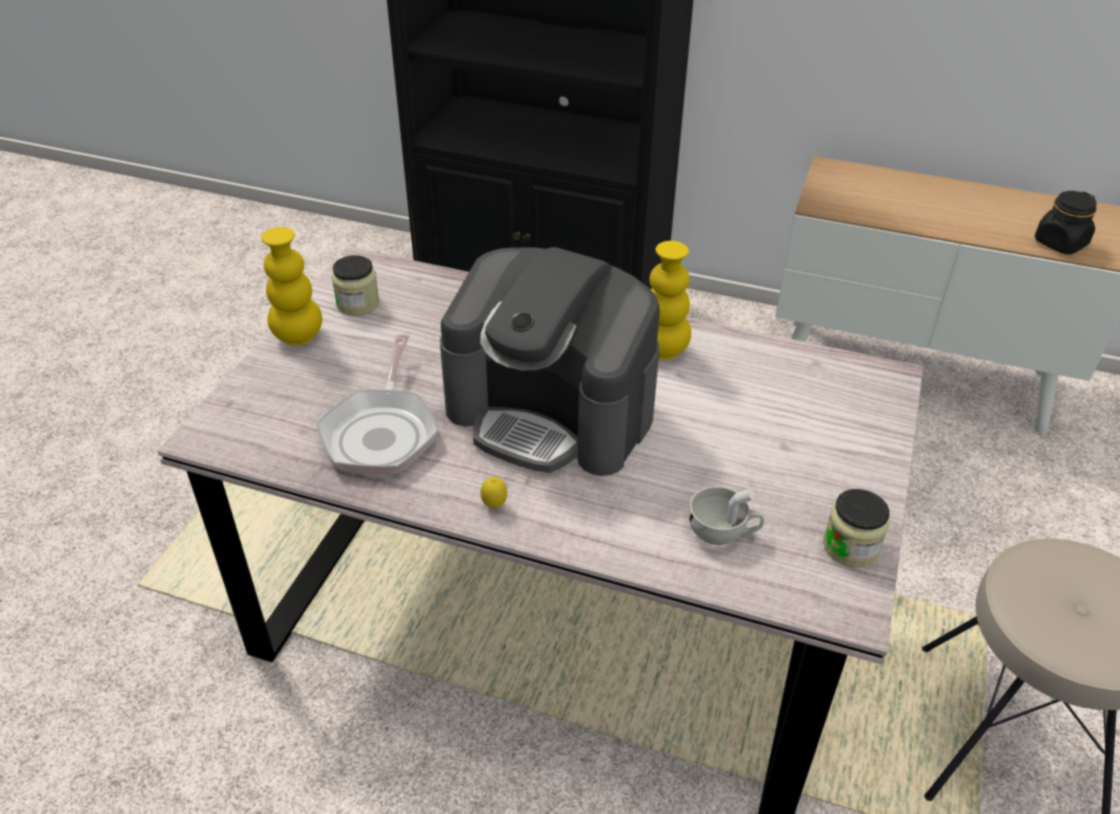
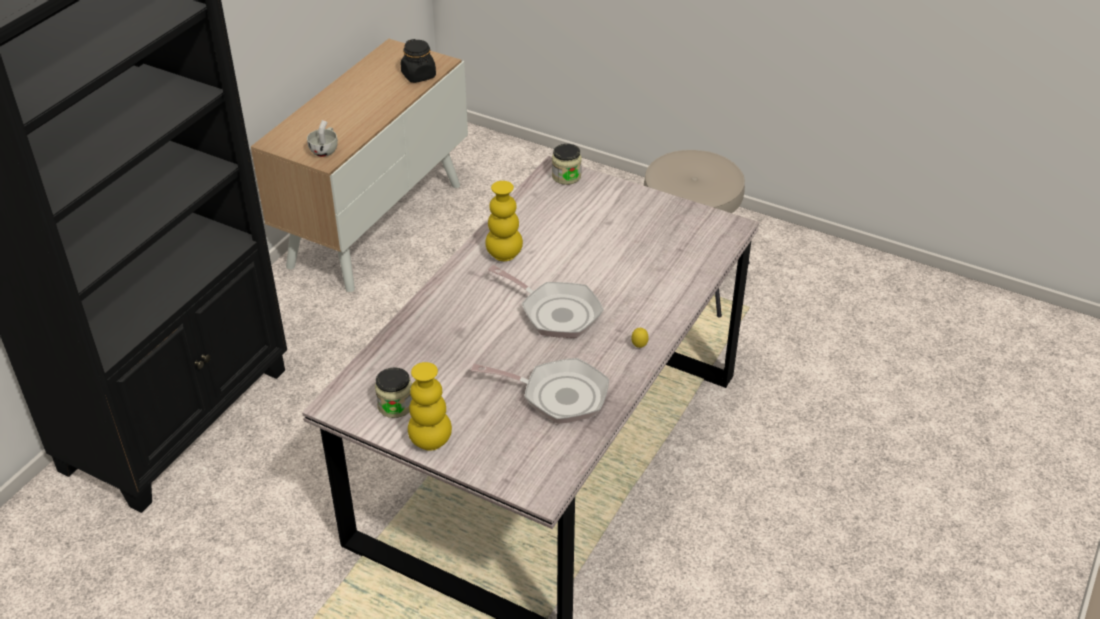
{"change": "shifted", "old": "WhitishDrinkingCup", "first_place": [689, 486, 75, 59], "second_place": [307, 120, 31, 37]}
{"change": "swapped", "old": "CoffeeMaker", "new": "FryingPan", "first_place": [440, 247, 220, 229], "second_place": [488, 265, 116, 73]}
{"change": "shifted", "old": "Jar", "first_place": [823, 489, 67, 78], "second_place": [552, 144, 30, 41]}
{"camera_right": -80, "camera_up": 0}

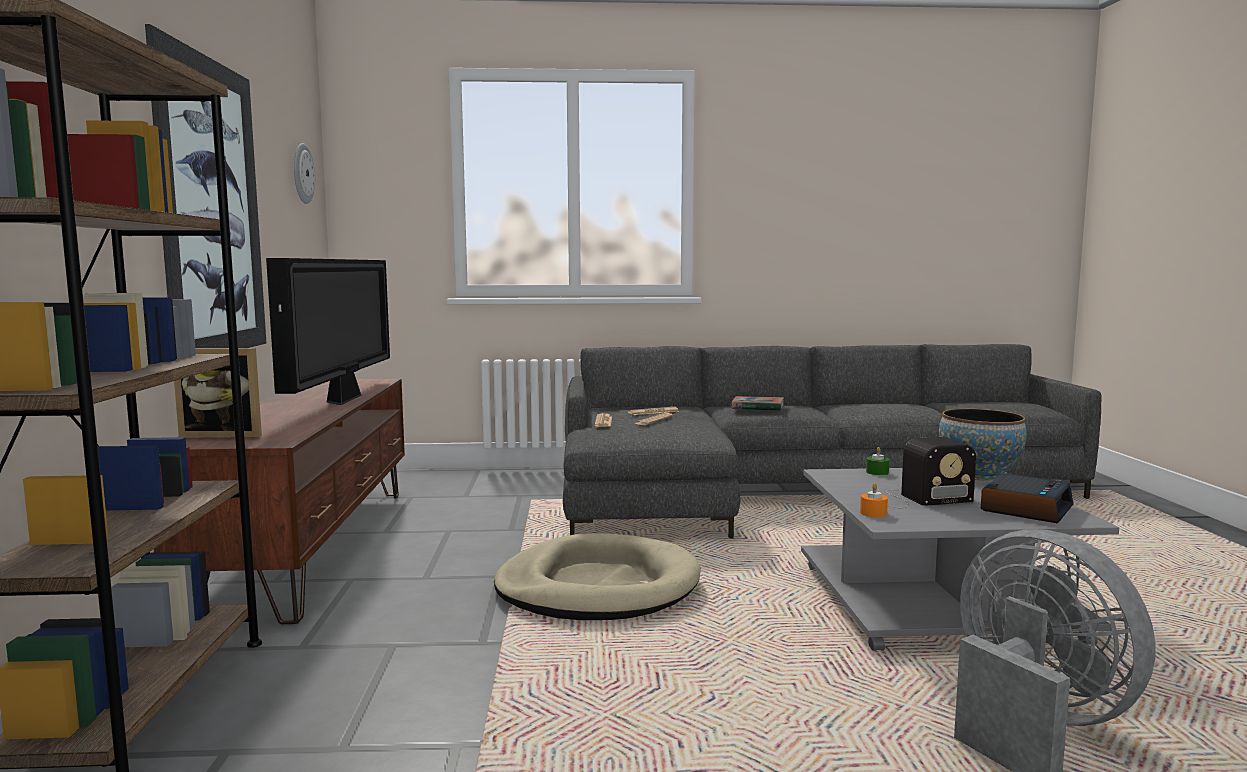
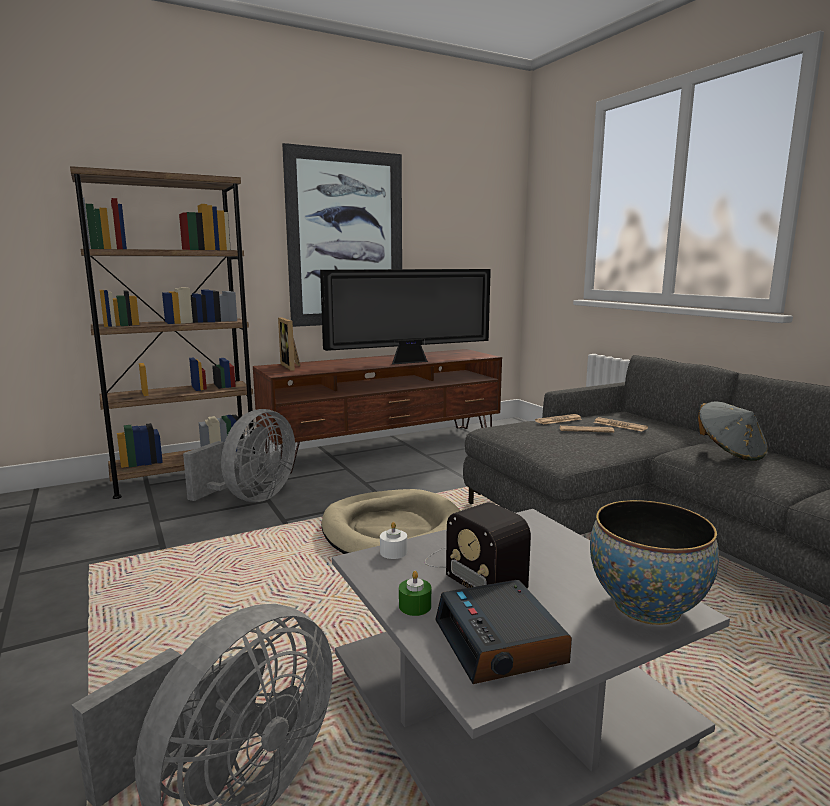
{"change": "new", "new": "GreyElectricFan", "second_place": [183, 409, 112, 93]}
{"change": "repainted", "old": "OrangeColouredCandle", "new": "WhitishCandle", "first_place": [860, 483, 28, 34], "second_place": [380, 522, 27, 37]}
{"change": "shifted", "old": "GreenishCandle", "first_place": [866, 447, 23, 28], "second_place": [399, 571, 32, 45]}
{"change": "rotated", "old": "AlarmClock", "first_place": [981, 473, 92, 50], "second_place": [435, 580, 137, 104], "degrees": 60}
{"change": "swapped", "old": "Book", "new": "GreyWearableHat", "first_place": [731, 396, 53, 15], "second_place": [698, 401, 70, 60]}
{"change": "gone", "old": "HangingClock", "first_place": [294, 143, 21, 61]}
{"camera_right": 65, "camera_up": 5}

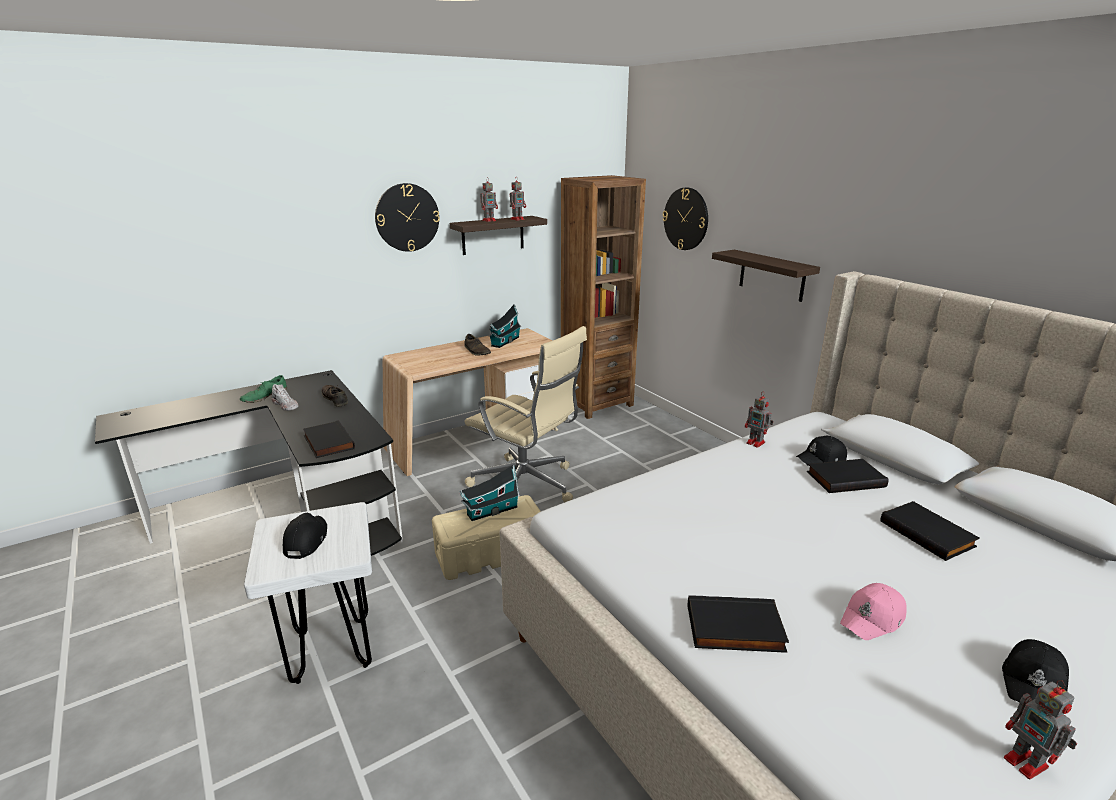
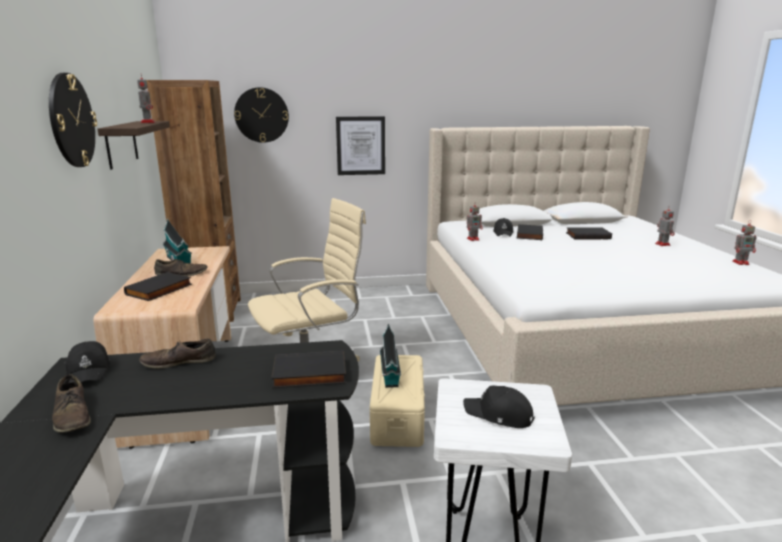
{"change": "repainted", "old": "GreenishLowShoe", "new": "BrownColouredLowShoe", "first_place": [240, 375, 47, 28], "second_place": [52, 374, 39, 59]}
{"change": "shifted", "old": "BlackColouredBaseballCap", "first_place": [1002, 639, 67, 63], "second_place": [66, 341, 44, 41]}
{"change": "shifted", "old": "BlackColouredBook", "first_place": [688, 595, 101, 58], "second_place": [124, 272, 68, 29]}
{"change": "swapped", "old": "Shelf", "new": "WallPicture", "first_place": [712, 250, 108, 52], "second_place": [336, 116, 49, 59]}
{"change": "shifted", "old": "RobotFigure", "first_place": [480, 178, 18, 44], "second_place": [655, 207, 20, 39]}
{"change": "gone", "old": "WhitishLowShoe", "first_place": [272, 384, 26, 27]}
{"change": "gone", "old": "PinkBaseballCap", "first_place": [840, 583, 67, 57]}
{"camera_right": -65, "camera_up": -5}

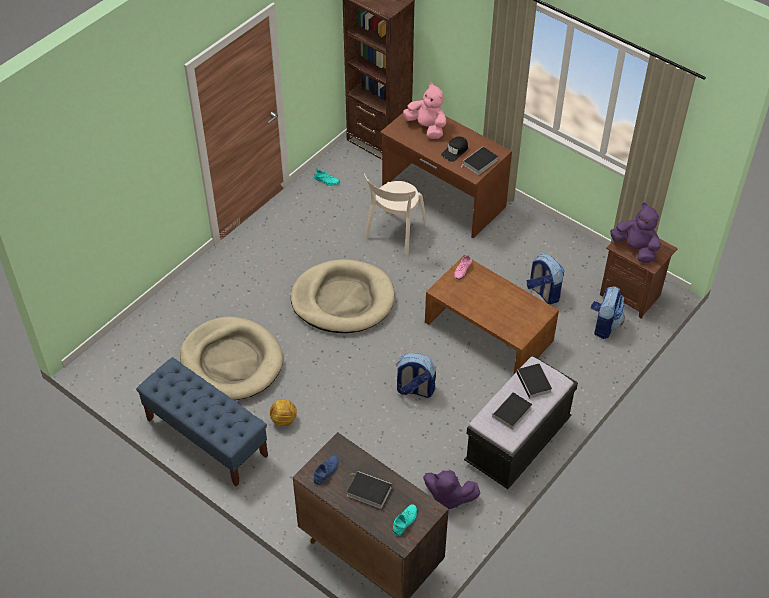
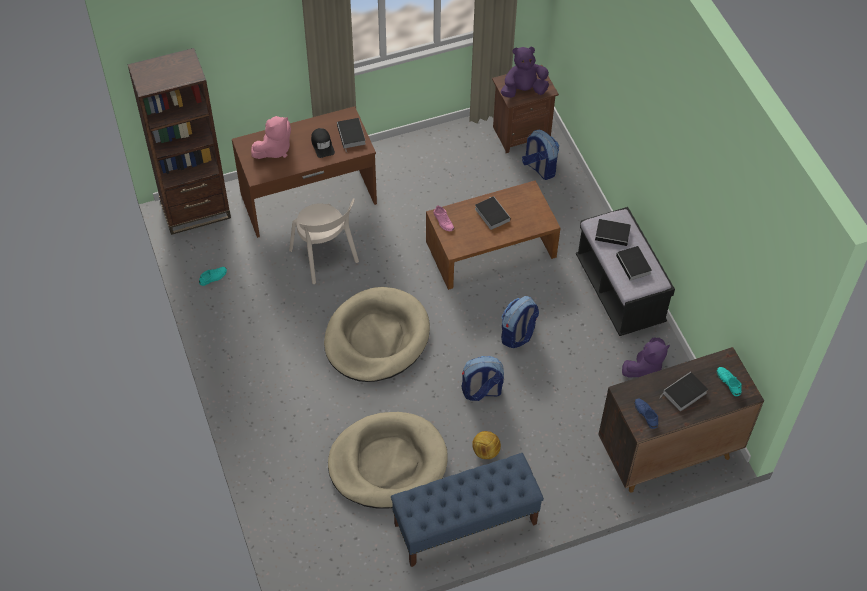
{"change": "rotated", "old": "PinkCuddlyToy", "first_place": [403, 82, 43, 57], "second_place": [251, 116, 40, 43], "degrees": 150}
{"change": "shifted", "old": "Rucksack", "first_place": [527, 254, 37, 51], "second_place": [462, 356, 42, 45]}
{"change": "new", "new": "Book", "second_place": [475, 196, 36, 34]}
{"camera_right": -60, "camera_up": 5}

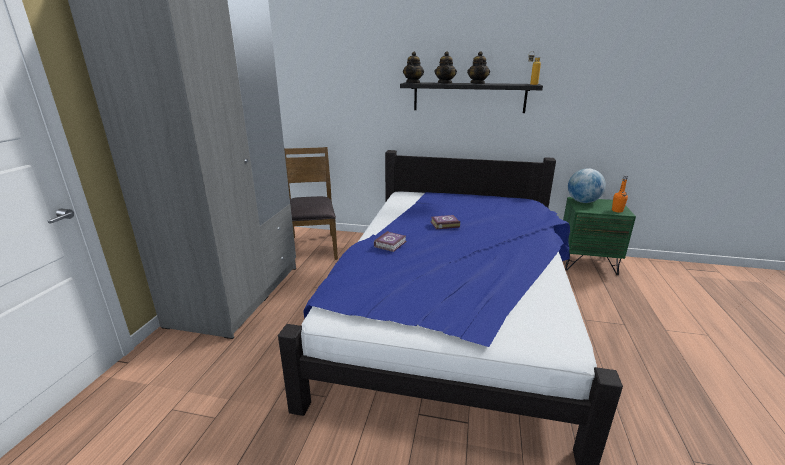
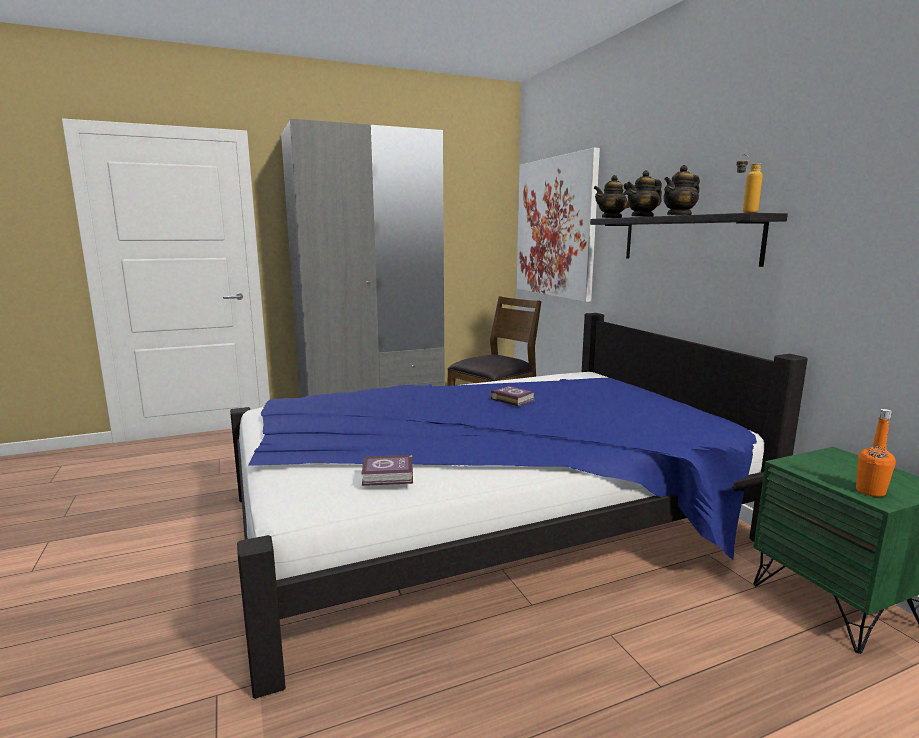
{"change": "shifted", "old": "Book", "first_place": [374, 231, 33, 21], "second_place": [361, 455, 52, 31]}
{"change": "new", "new": "WallPicture", "second_place": [517, 148, 83, 154]}
{"change": "gone", "old": "Globe", "first_place": [568, 168, 38, 35]}
{"camera_right": 55, "camera_up": -10}

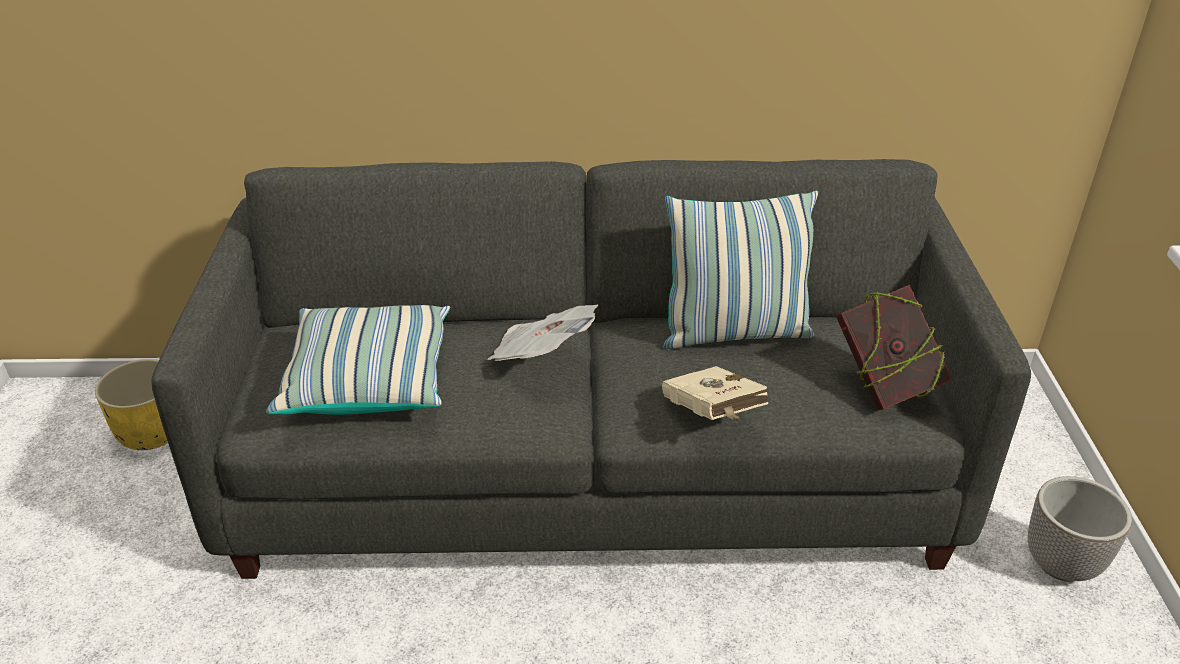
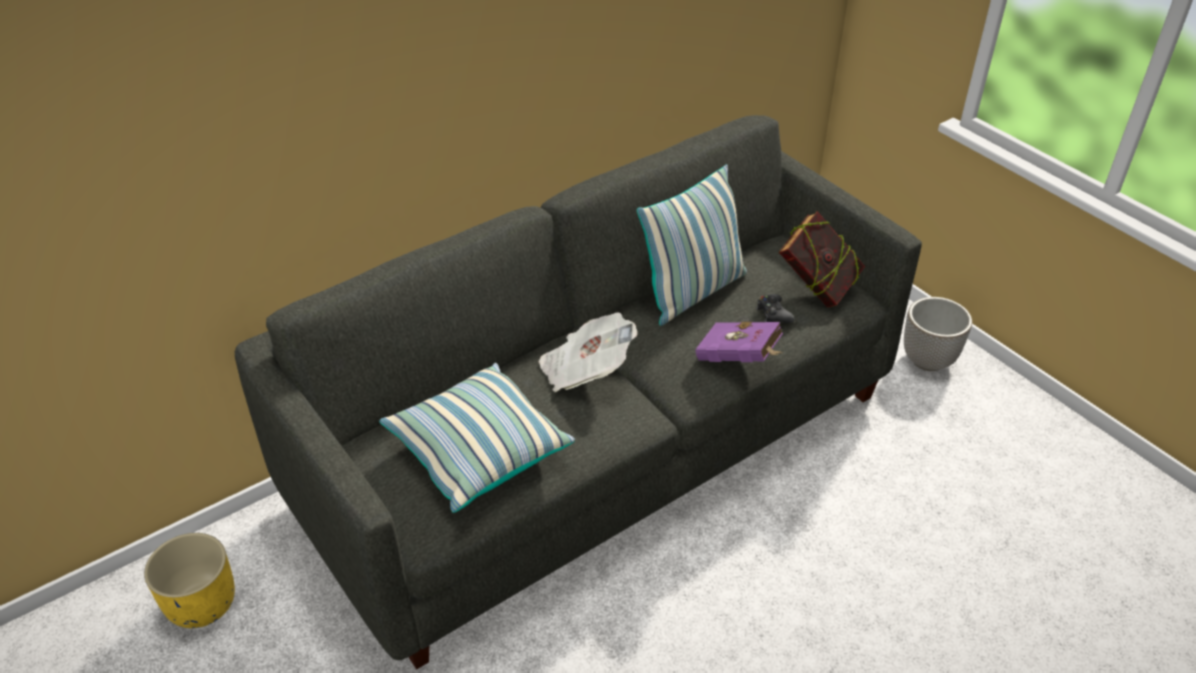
{"change": "repainted", "old": "SandColouredBook", "new": "PurpleBook", "first_place": [662, 366, 106, 54], "second_place": [695, 322, 88, 40]}
{"change": "new", "new": "BlackColouredGamepad", "second_place": [756, 294, 39, 29]}
{"camera_right": -35, "camera_up": 5}

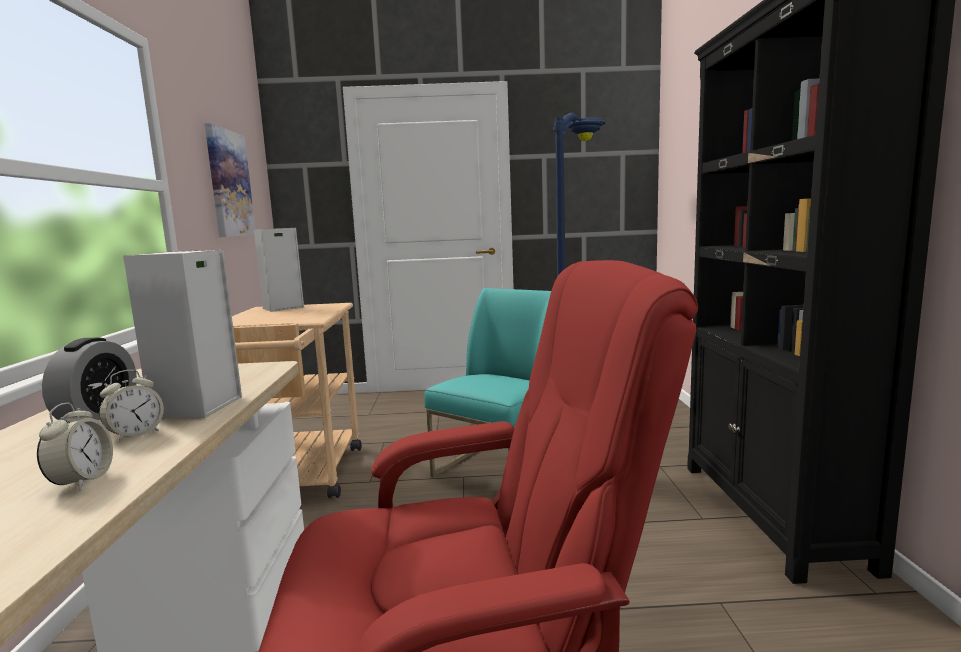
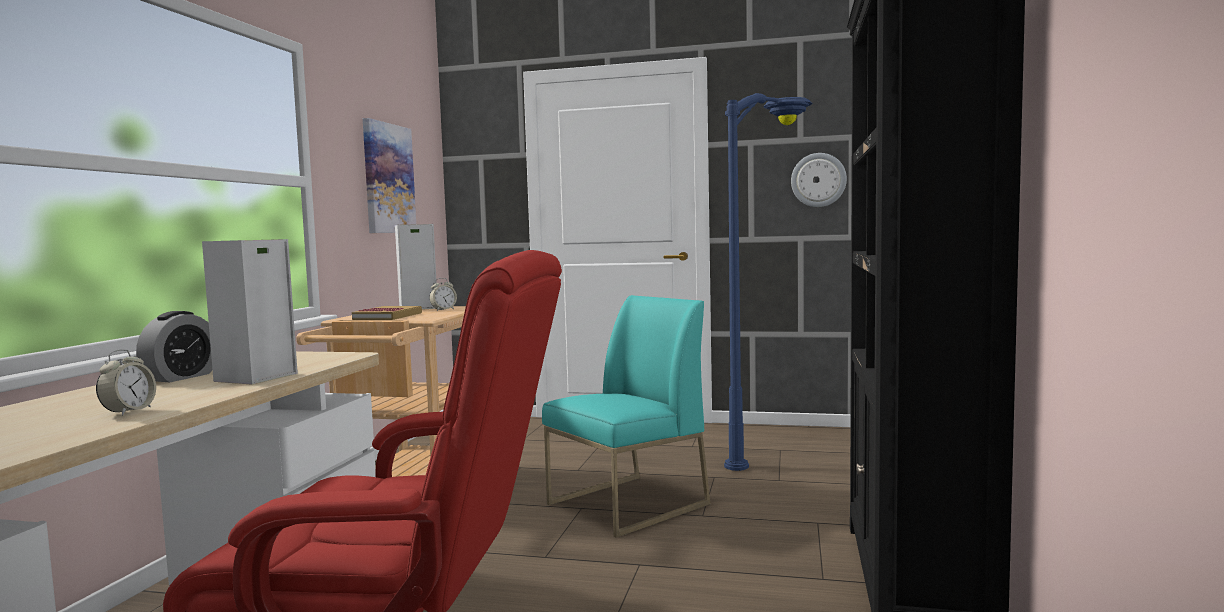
{"change": "new", "new": "Book", "second_place": [352, 306, 70, 14]}
{"change": "shifted", "old": "AlarmClock", "first_place": [99, 370, 65, 73], "second_place": [429, 278, 28, 33]}
{"change": "new", "new": "HangingClock", "second_place": [791, 153, 56, 54]}
{"camera_right": 15, "camera_up": -5}

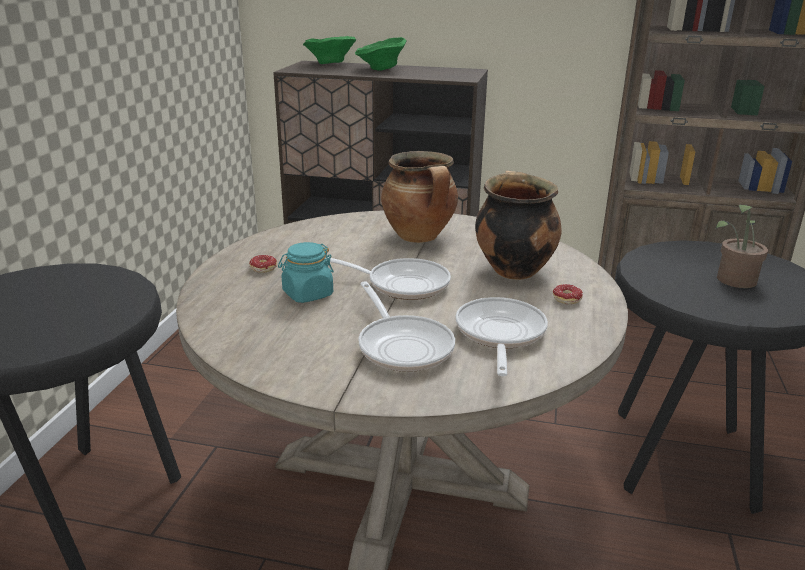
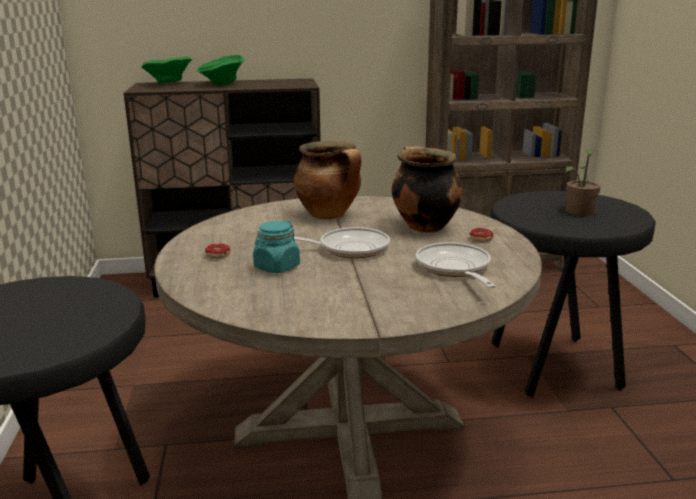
{"change": "gone", "old": "FryingPan", "first_place": [358, 281, 97, 91]}
{"camera_right": -20, "camera_up": -5}

